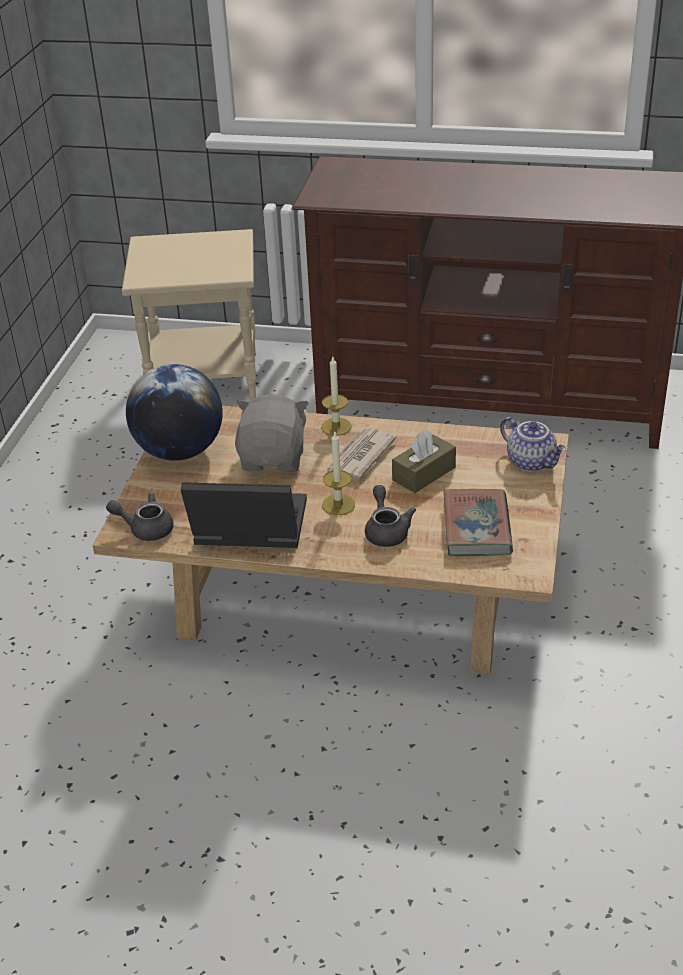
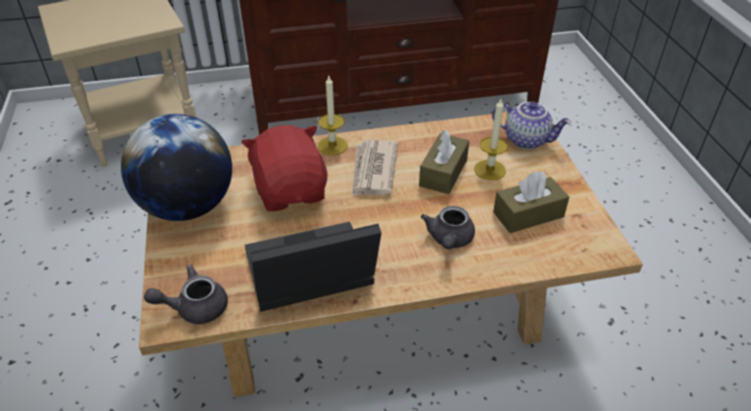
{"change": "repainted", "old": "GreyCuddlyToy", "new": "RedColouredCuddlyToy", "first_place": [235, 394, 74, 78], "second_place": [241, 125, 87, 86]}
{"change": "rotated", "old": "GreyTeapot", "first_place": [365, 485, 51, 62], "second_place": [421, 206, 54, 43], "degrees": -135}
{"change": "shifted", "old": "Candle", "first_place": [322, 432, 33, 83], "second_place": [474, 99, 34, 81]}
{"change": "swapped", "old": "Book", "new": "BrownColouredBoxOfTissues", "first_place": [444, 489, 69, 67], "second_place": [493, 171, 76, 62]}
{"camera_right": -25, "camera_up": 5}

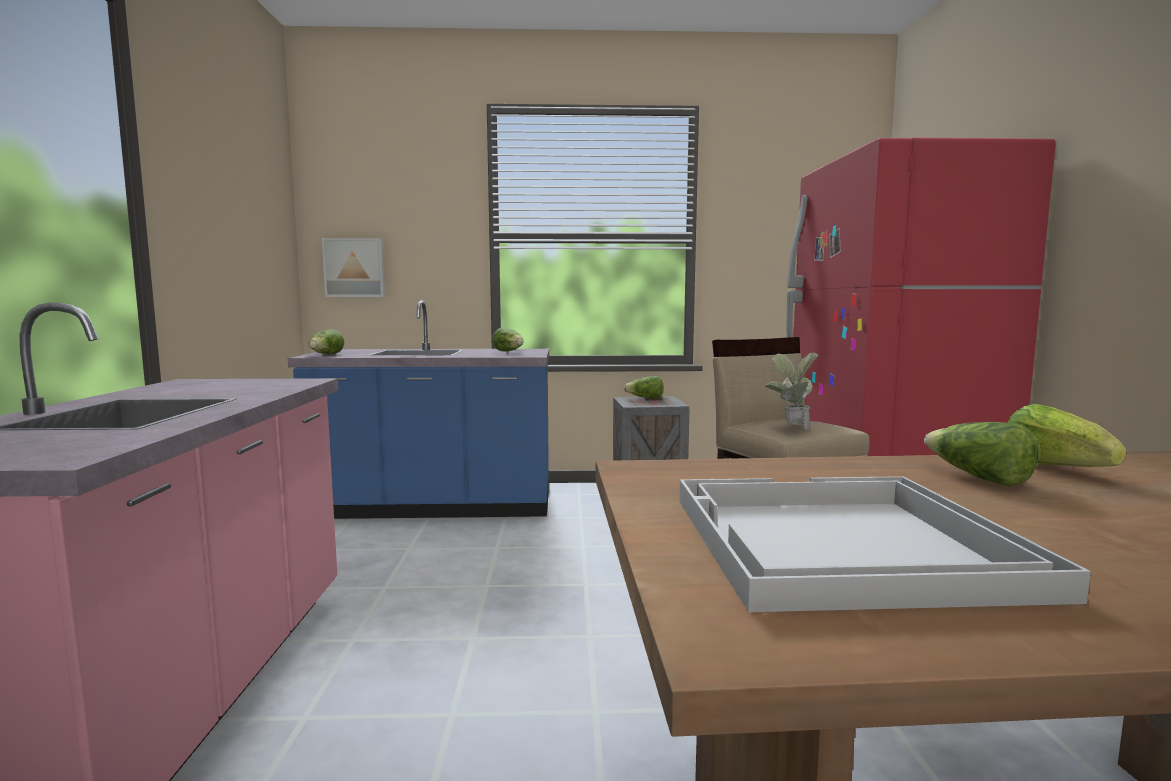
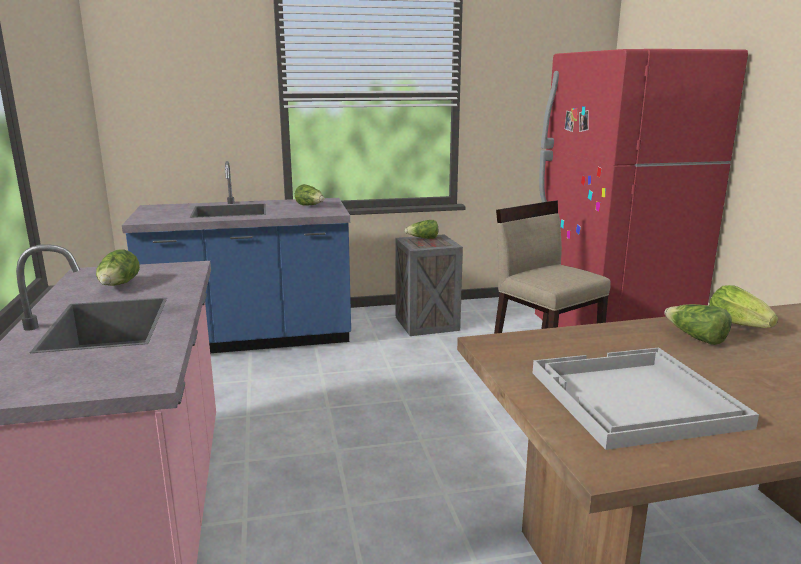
{"change": "shifted", "old": "Lettuce", "first_place": [309, 329, 35, 25], "second_place": [96, 249, 44, 37]}
{"change": "gone", "old": "WallPicture", "first_place": [322, 238, 63, 59]}
{"change": "gone", "old": "PottedPlant", "first_place": [765, 352, 53, 78]}
{"camera_right": -10, "camera_up": 10}

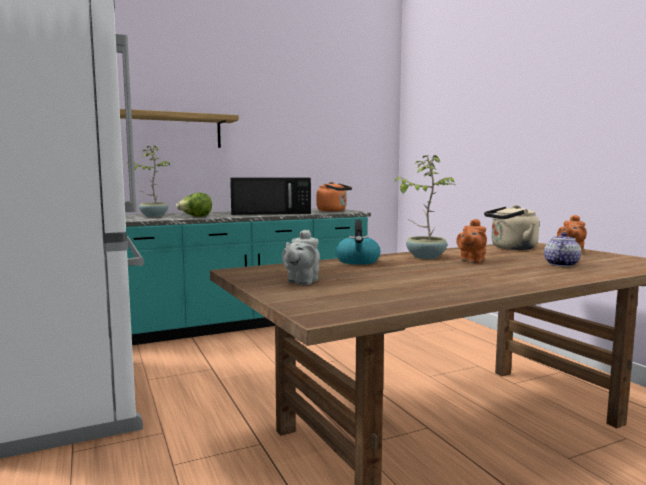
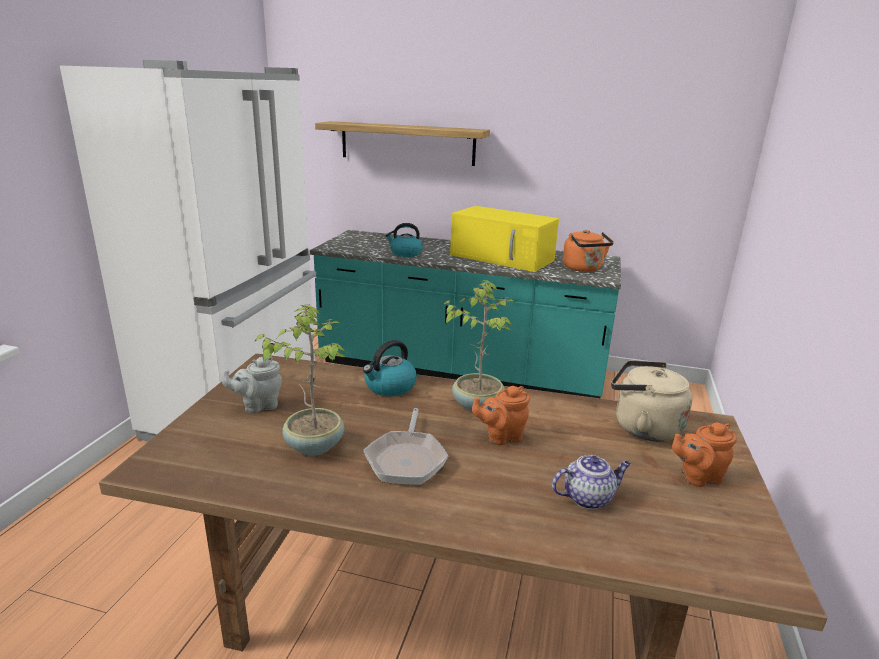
{"change": "shifted", "old": "PottedPlant", "first_place": [127, 146, 43, 71], "second_place": [253, 305, 93, 151]}
{"change": "new", "new": "FryingPan", "second_place": [364, 408, 84, 77]}
{"change": "swapped", "old": "Lettuce", "new": "Kettle", "first_place": [176, 193, 36, 24], "second_place": [385, 223, 38, 34]}
{"change": "repainted", "old": "BlackColouredMicrowave", "new": "YellowMicrowave", "first_place": [230, 177, 81, 38], "second_place": [450, 206, 109, 66]}
{"camera_right": 40, "camera_up": 15}

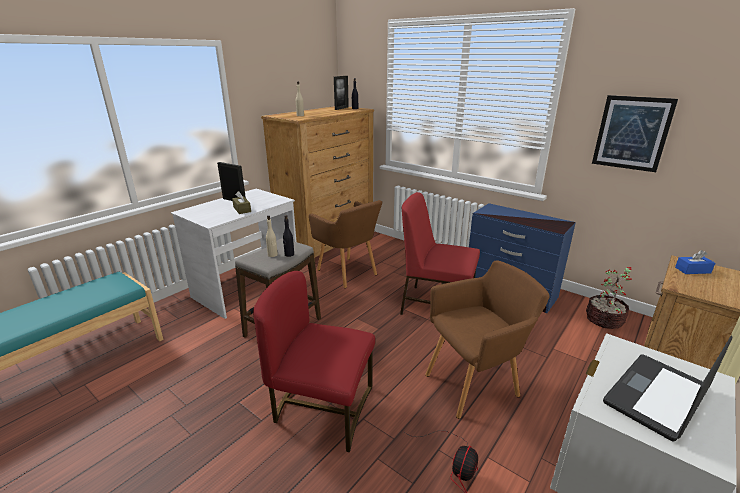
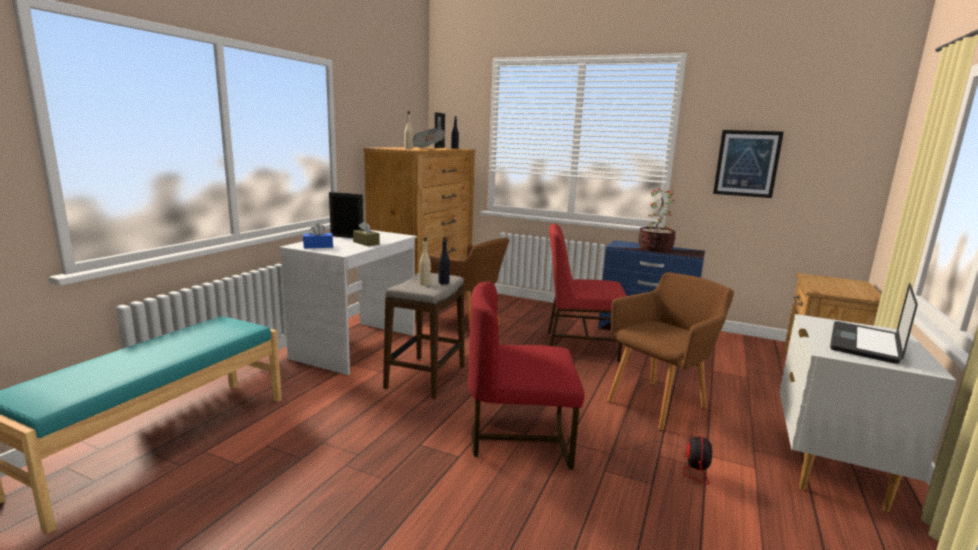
{"change": "shifted", "old": "BlueColouredBoxOfTissues", "first_place": [675, 250, 40, 24], "second_place": [303, 223, 30, 25]}
{"change": "new", "new": "PrintedPaper", "second_place": [413, 128, 33, 20]}
{"change": "shifted", "old": "PottedPlant", "first_place": [586, 267, 46, 62], "second_place": [638, 188, 38, 64]}
{"camera_right": -15, "camera_up": -10}

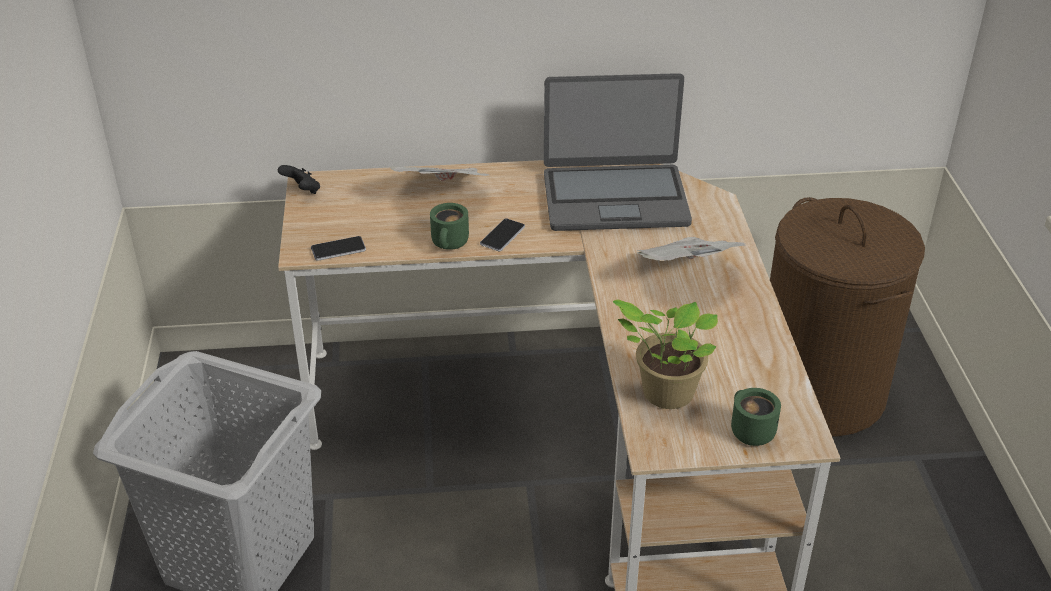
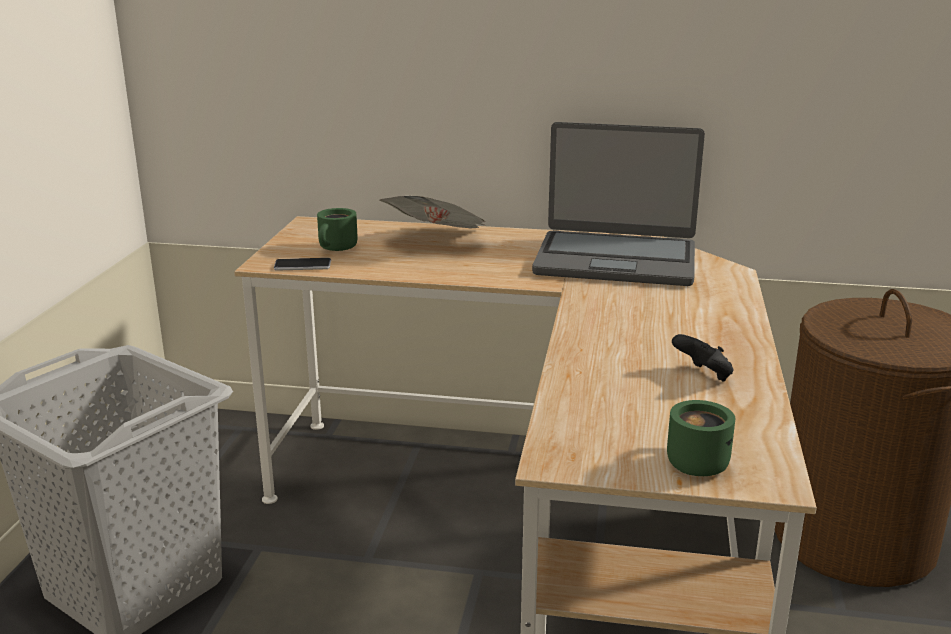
{"change": "shifted", "old": "GreenishTeaMug", "first_place": [430, 203, 39, 47], "second_place": [317, 208, 41, 43]}
{"change": "shifted", "old": "BlackColouredGamepad", "first_place": [278, 165, 42, 29], "second_place": [672, 334, 62, 48]}
{"change": "gone", "old": "Phone", "first_place": [480, 218, 45, 33]}
{"change": "gone", "old": "PottedPlant", "first_place": [613, 300, 105, 109]}
{"change": "gone", "old": "PrintedPaper", "first_place": [637, 237, 108, 24]}
{"camera_right": 15, "camera_up": -15}

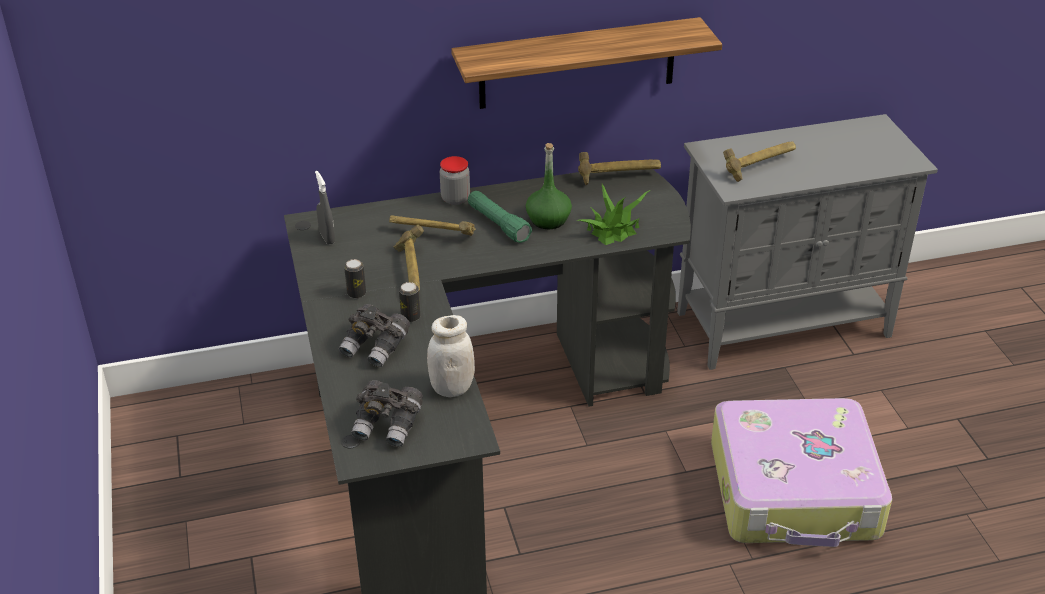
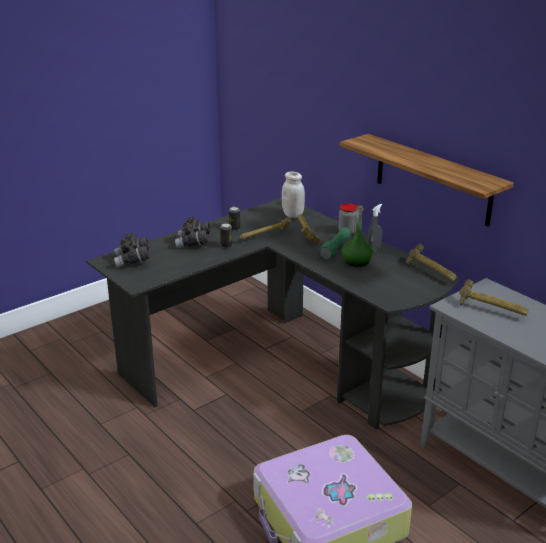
{"change": "shifted", "old": "WhitishJar", "first_place": [427, 315, 48, 82], "second_place": [282, 172, 23, 46]}
{"change": "shifted", "old": "GreySprayer", "first_place": [315, 171, 20, 73], "second_place": [367, 204, 15, 48]}
{"change": "gone", "old": "PottedPlant", "first_place": [577, 184, 73, 61]}
{"camera_right": 65, "camera_up": -10}

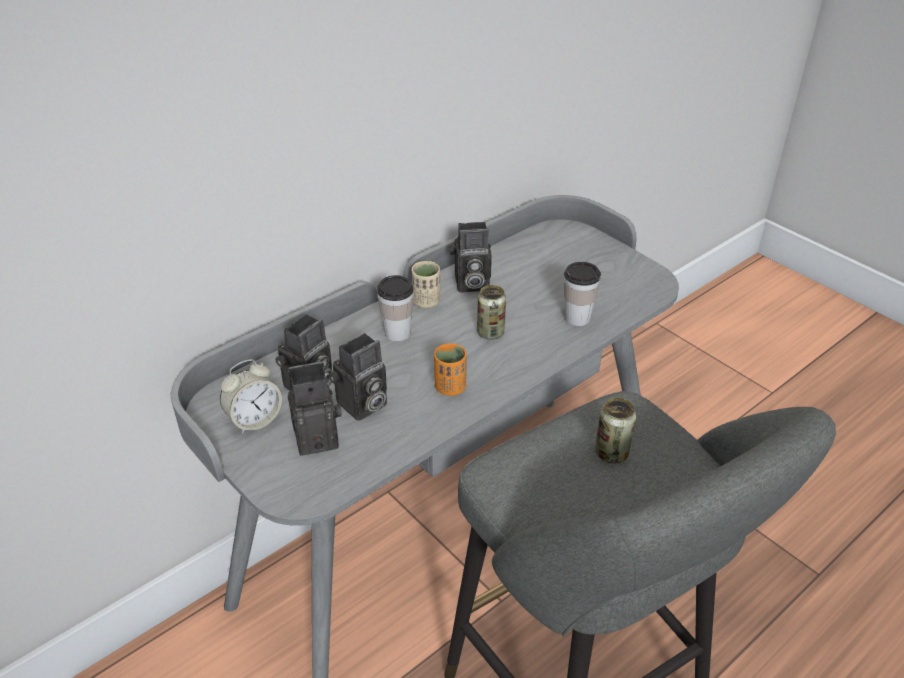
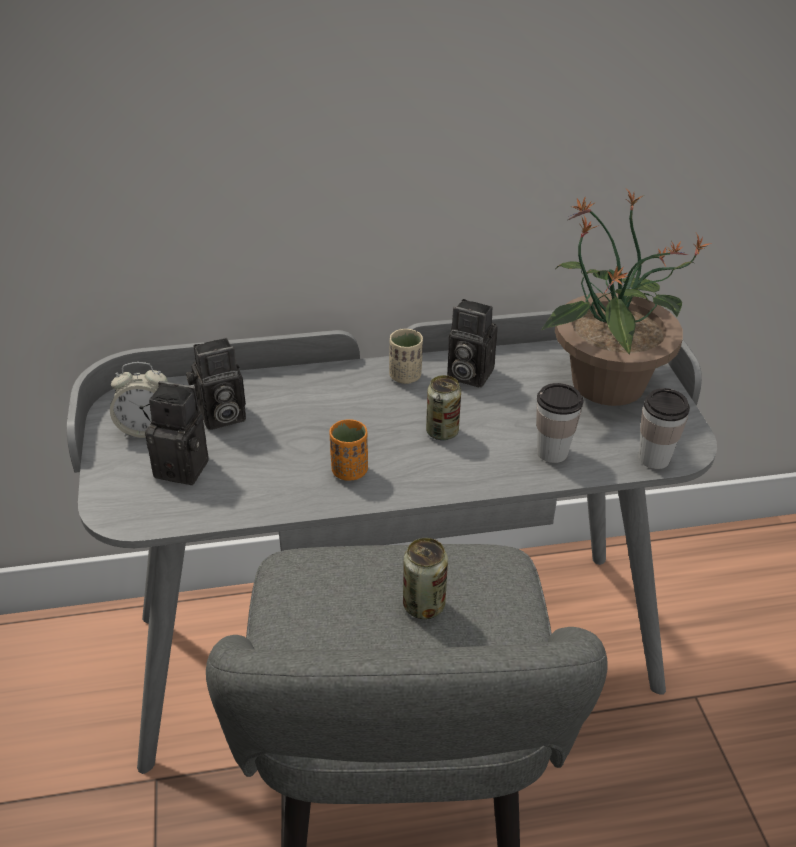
{"change": "new", "new": "PottedPlant", "second_place": [542, 190, 170, 216]}
{"change": "shifted", "old": "DrinkingCup", "first_place": [377, 275, 37, 66], "second_place": [638, 388, 52, 81]}
{"change": "gone", "old": "StillCamera", "first_place": [329, 333, 58, 88]}
{"camera_right": 30, "camera_up": 0}

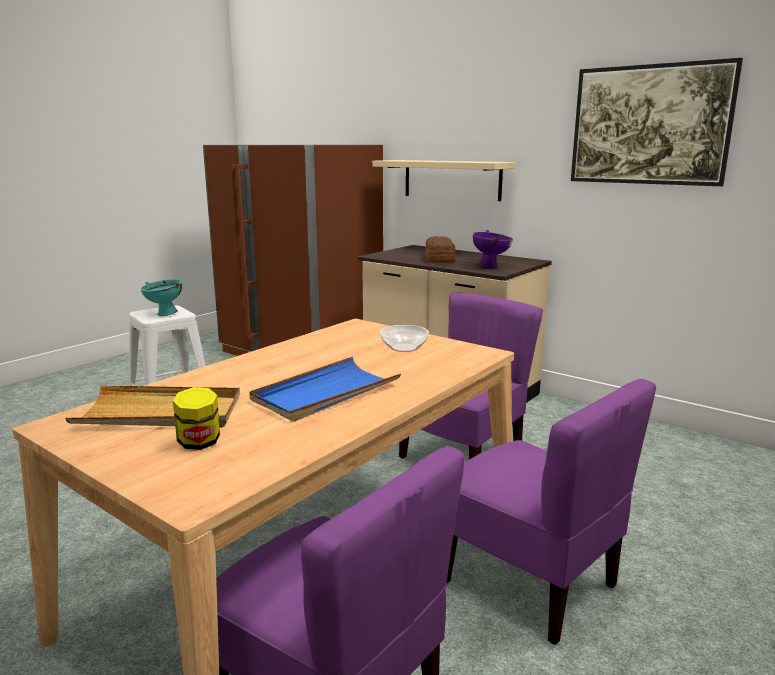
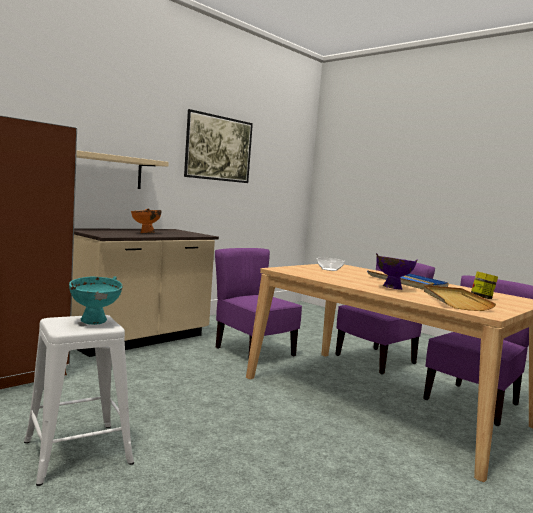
{"change": "swapped", "old": "BakeryBread", "new": "OrangeColouredDeepDish", "first_place": [426, 236, 29, 27], "second_place": [131, 208, 31, 25]}
{"change": "shifted", "old": "PurpleDeepDish", "first_place": [473, 230, 40, 38], "second_place": [376, 253, 42, 37]}
{"camera_right": -85, "camera_up": -10}

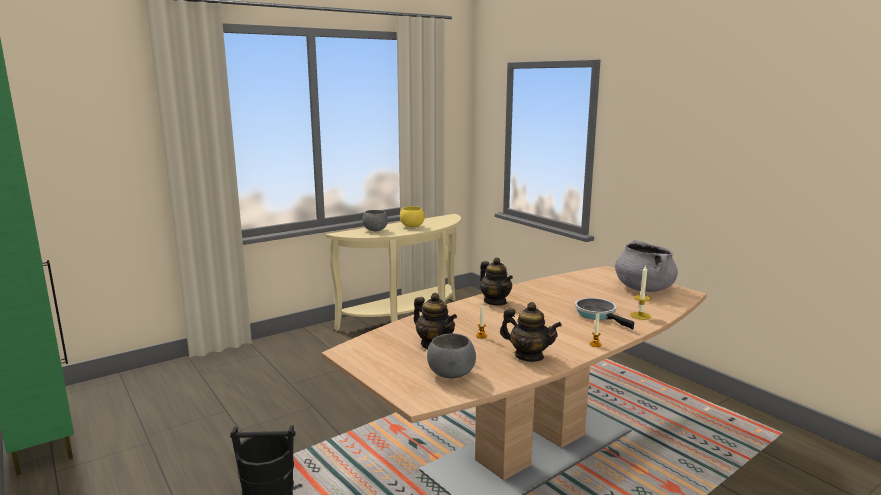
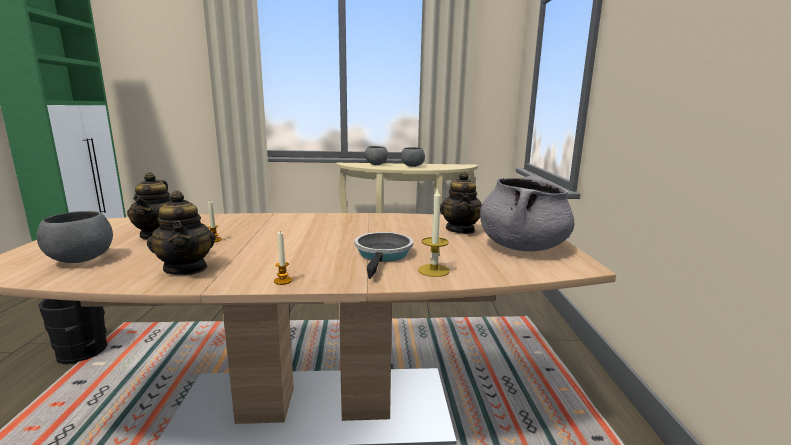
{"change": "repainted", "old": "YellowDeepDish", "new": "GreyDeepDish", "first_place": [400, 206, 25, 21], "second_place": [401, 147, 24, 20]}
{"change": "shifted", "old": "Teapot", "first_place": [480, 257, 33, 48], "second_place": [440, 172, 42, 62]}
{"camera_right": 35, "camera_up": 0}

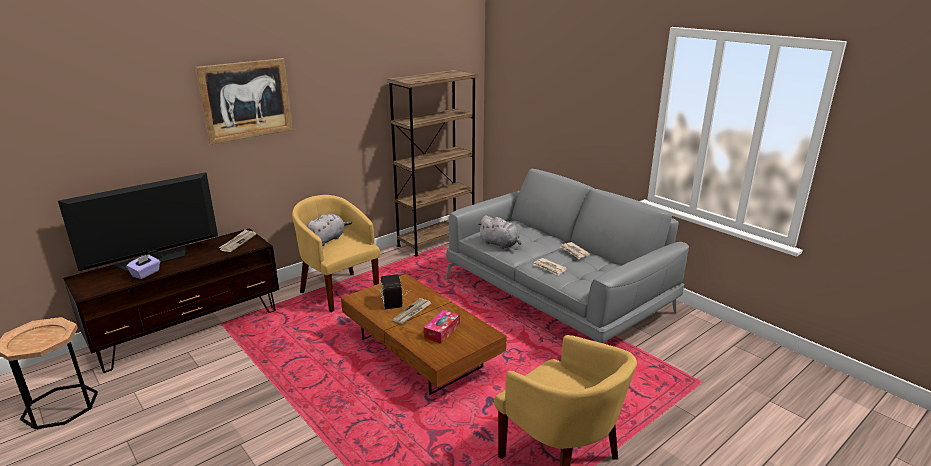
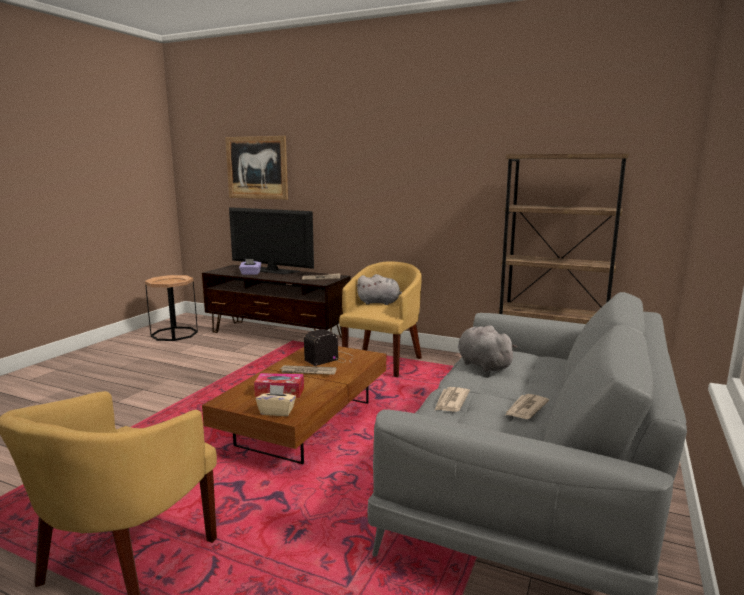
{"change": "shifted", "old": "WallPicture", "first_place": [195, 58, 98, 87], "second_place": [225, 136, 63, 64]}
{"change": "new", "new": "SandColouredBoxOfTissues", "second_place": [256, 385, 40, 31]}
{"change": "rotated", "old": "GreyCuddlyToy", "first_place": [478, 215, 43, 34], "second_place": [458, 325, 59, 47], "degrees": 135}
{"camera_right": 65, "camera_up": -10}

